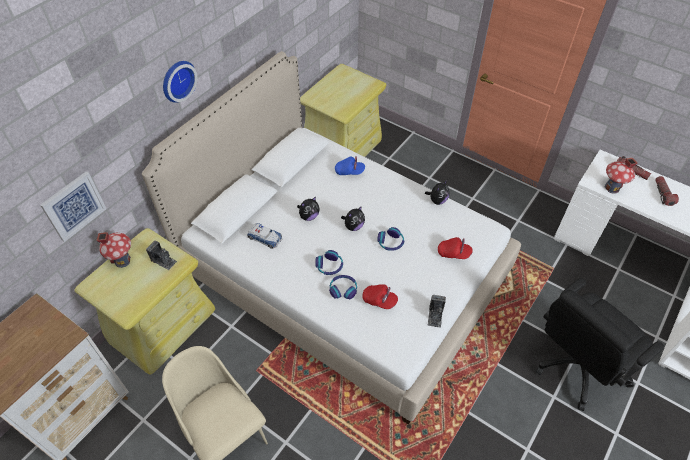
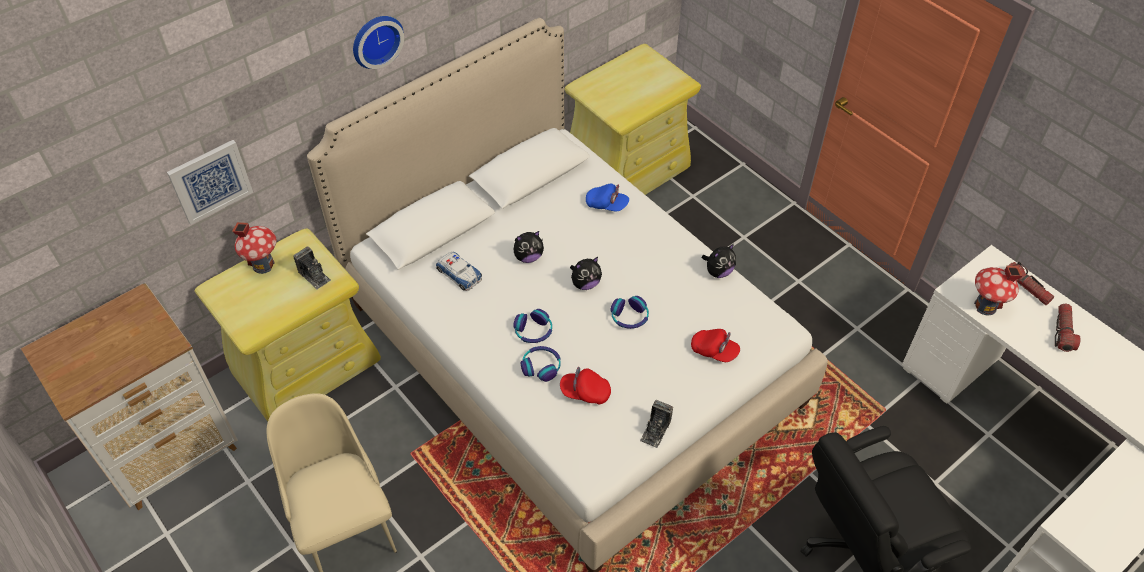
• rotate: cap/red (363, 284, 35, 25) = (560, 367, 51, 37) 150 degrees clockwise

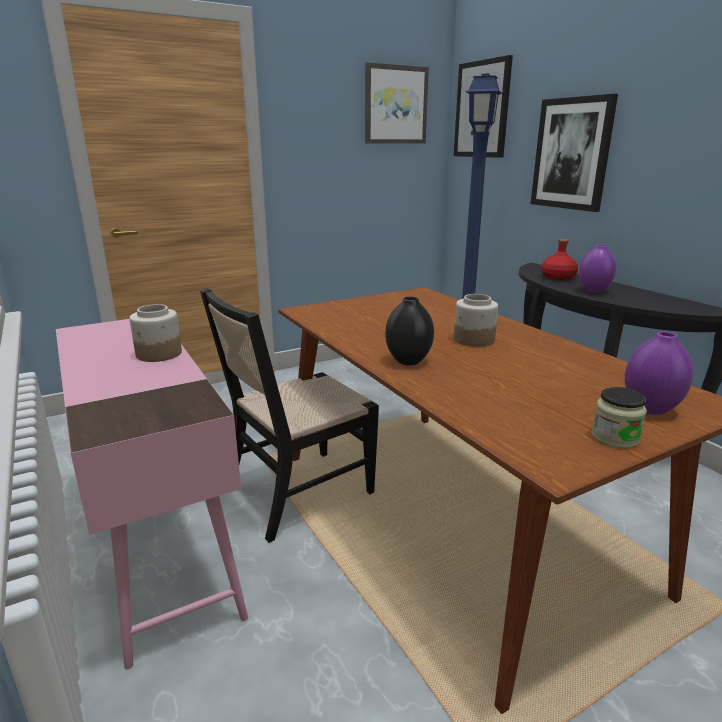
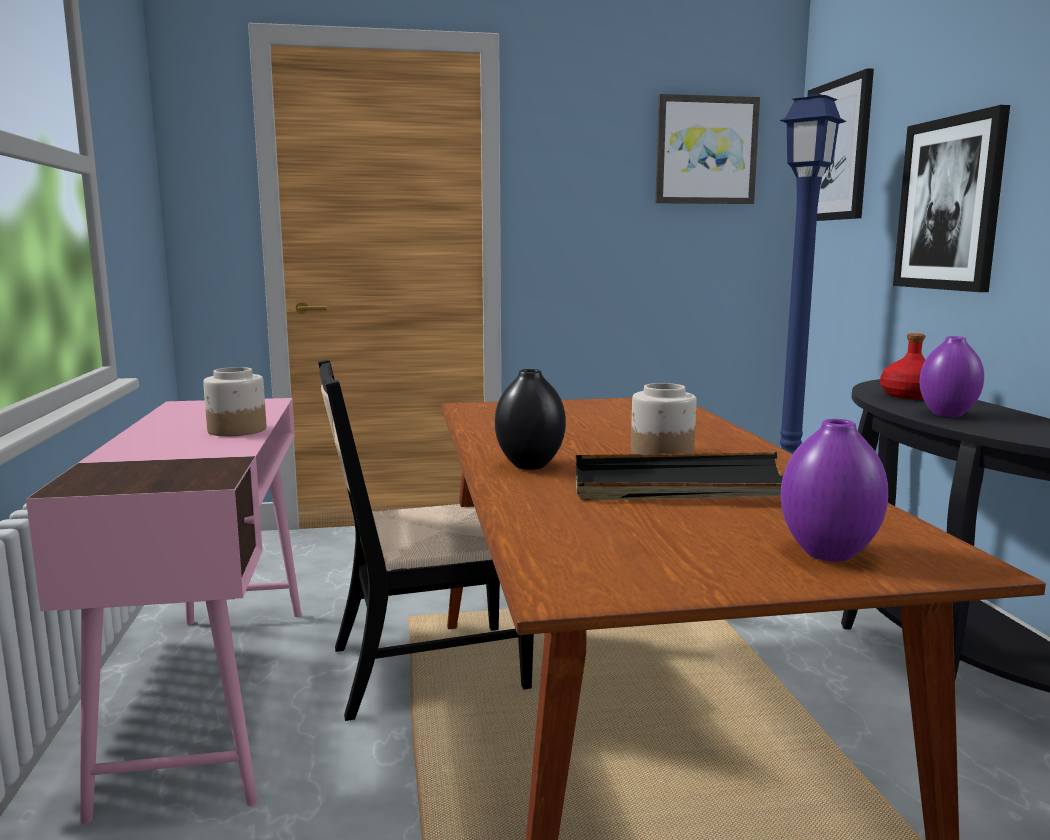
• insert: tray/black (575, 452, 208, 49)
• delete: jar (592, 387, 55, 62)

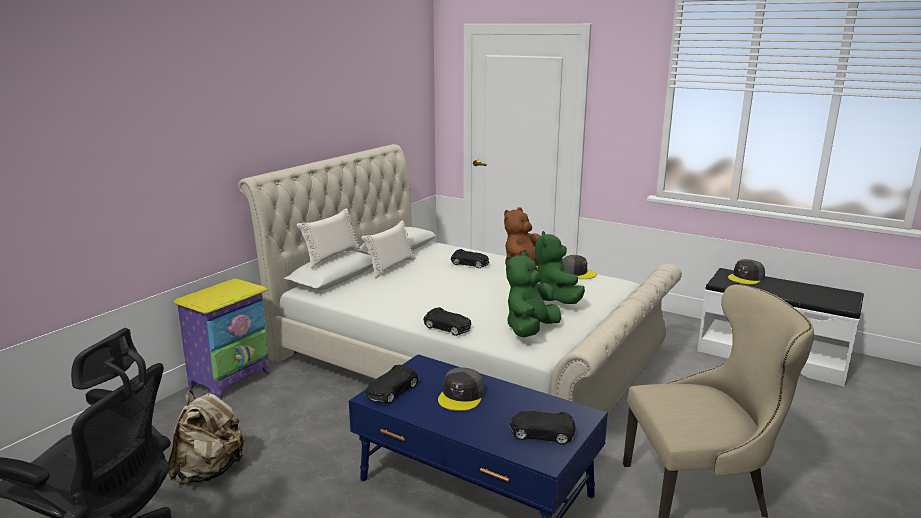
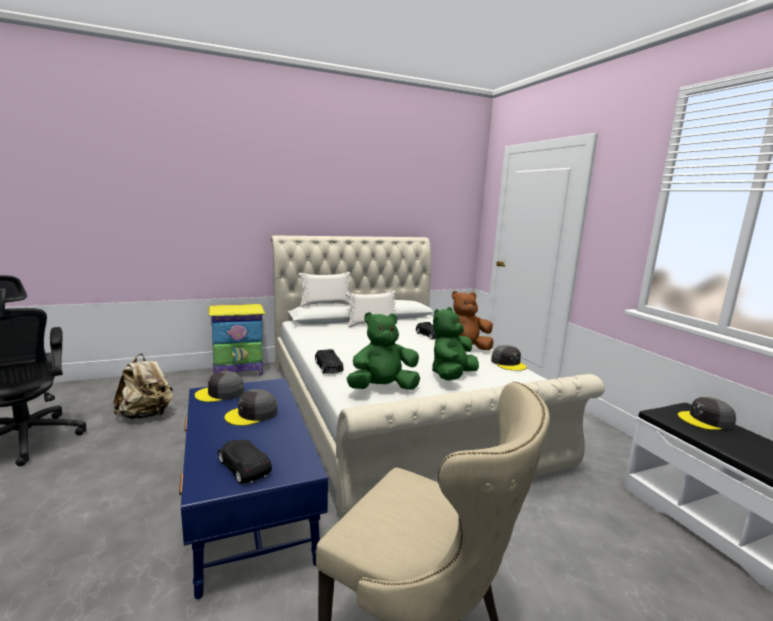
• replace: toy car/black (366, 365, 52, 39) to cap/grey (195, 371, 49, 31)

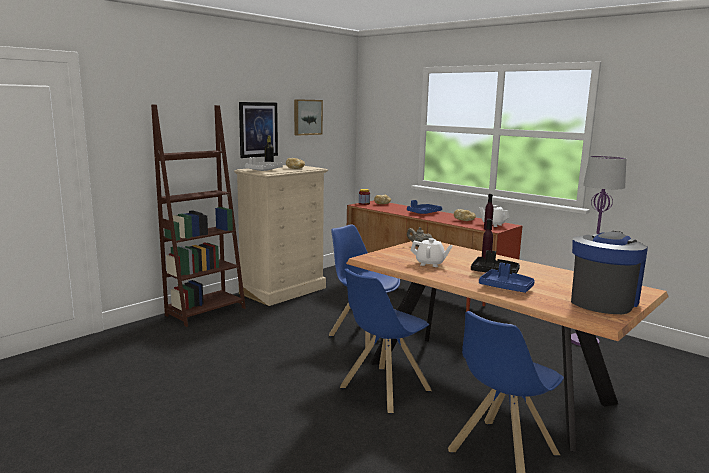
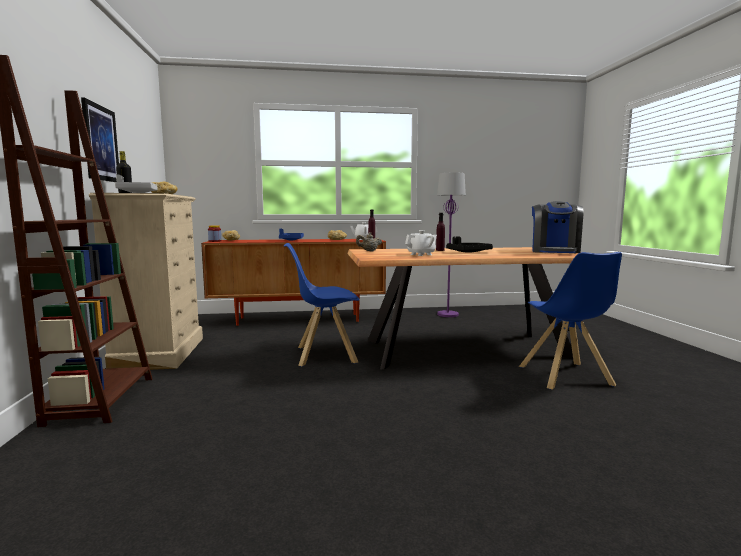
• rotate: coffee machine (571, 231, 77, 83) = (532, 201, 51, 52) 150 degrees counterclockwise
• delete: picture (294, 99, 29, 37)
• delete: chair/blue (340, 269, 92, 144)
• delete: tray/blue (479, 263, 56, 30)

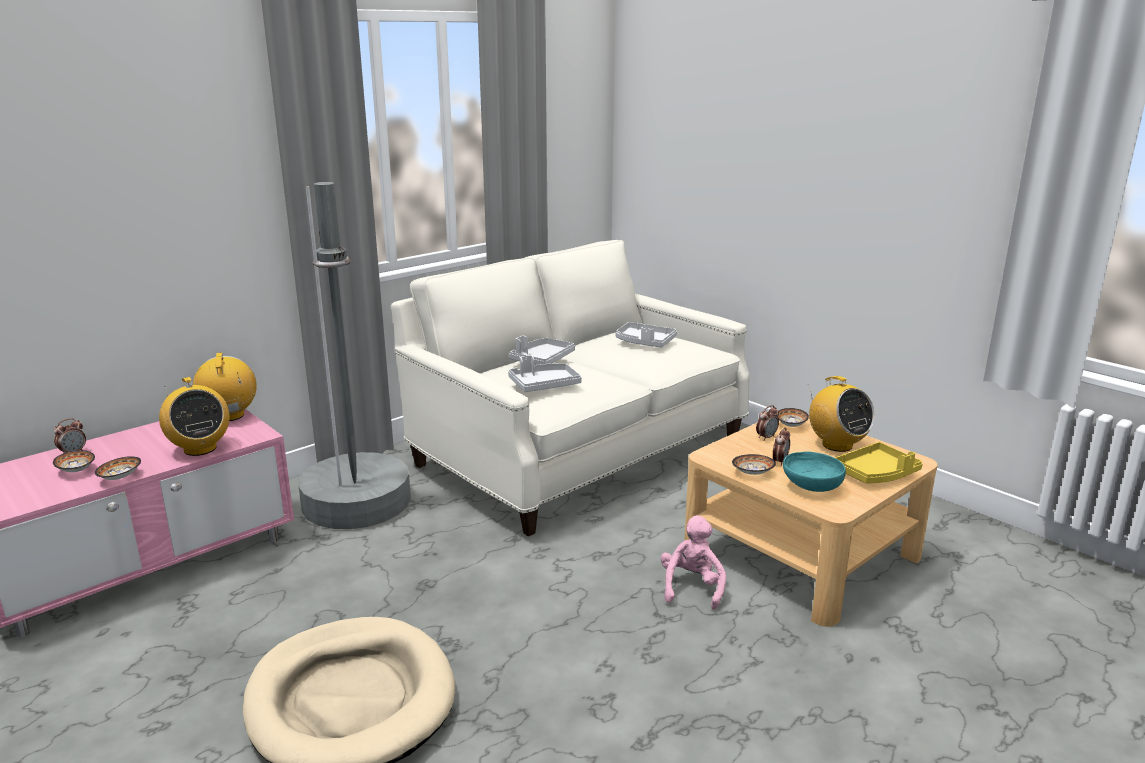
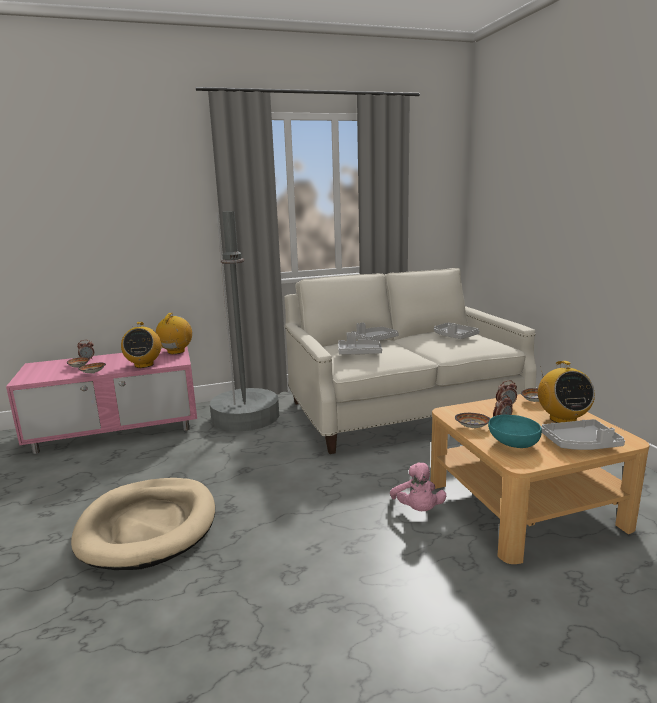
• rotate: plush toy/pink (661, 515, 65, 95) = (390, 463, 56, 48) 135 degrees clockwise
• recolor: tray/yellow (835, 442, 88, 41) to tray/grey (541, 419, 84, 31)

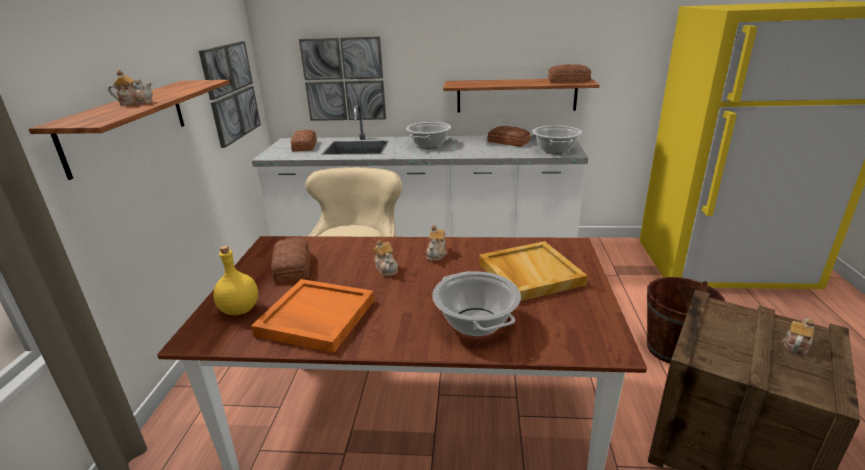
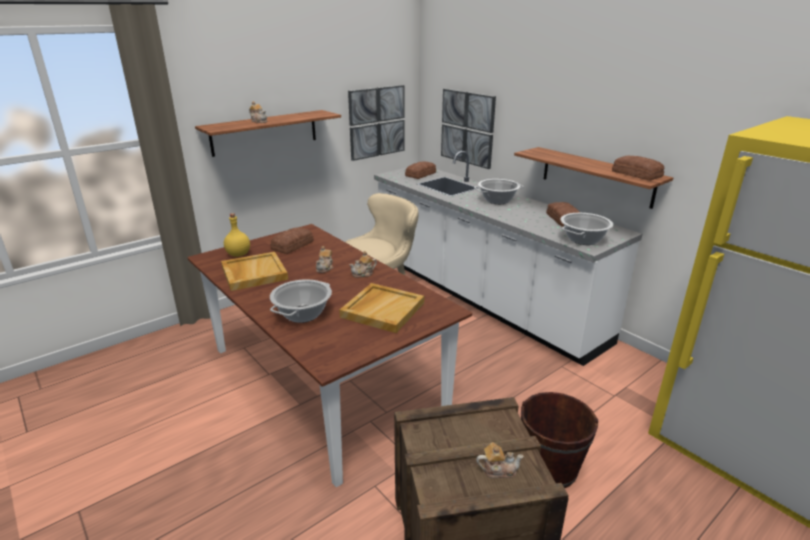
• recolor: tray/orange (251, 279, 124, 74) to tray/beige (221, 252, 67, 39)

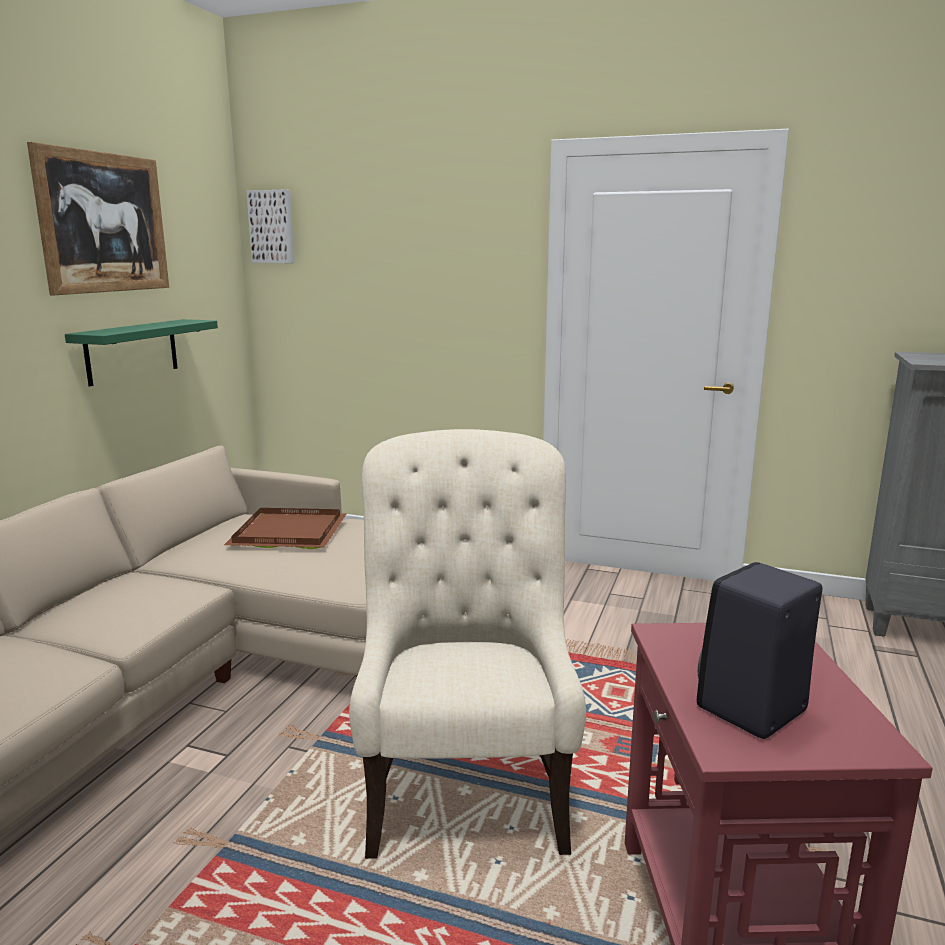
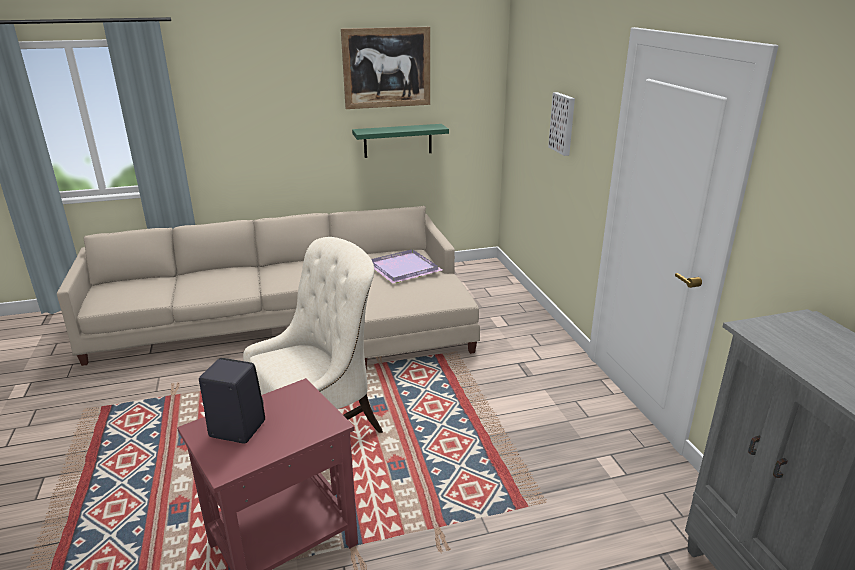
• recolor: tray/brown (224, 508, 123, 41) to tray/purple (371, 249, 71, 35)
• move: picture (246, 189, 49, 74) to (548, 92, 27, 64)

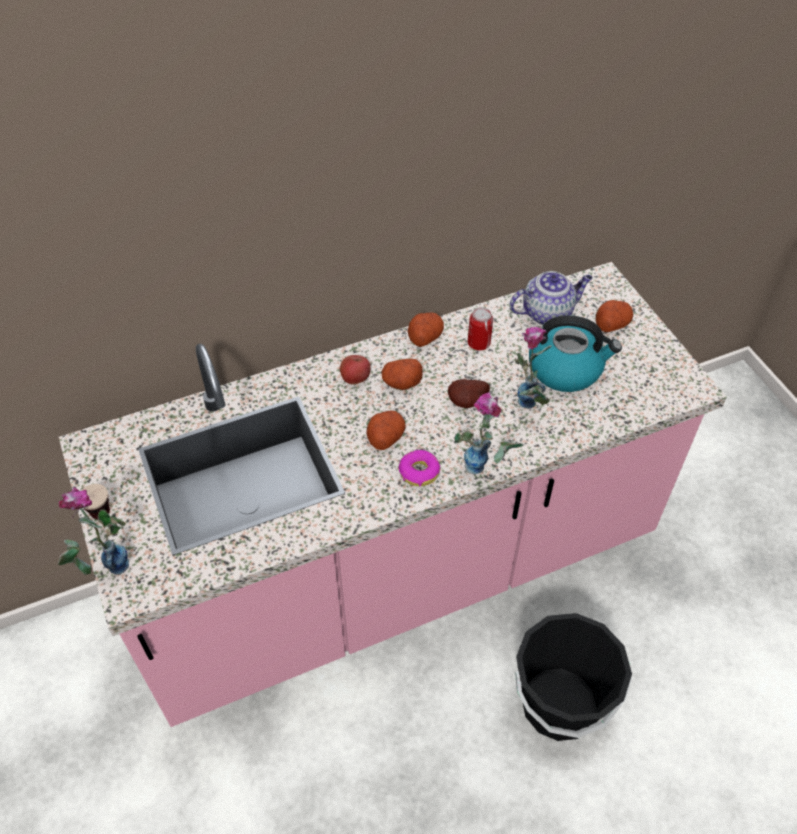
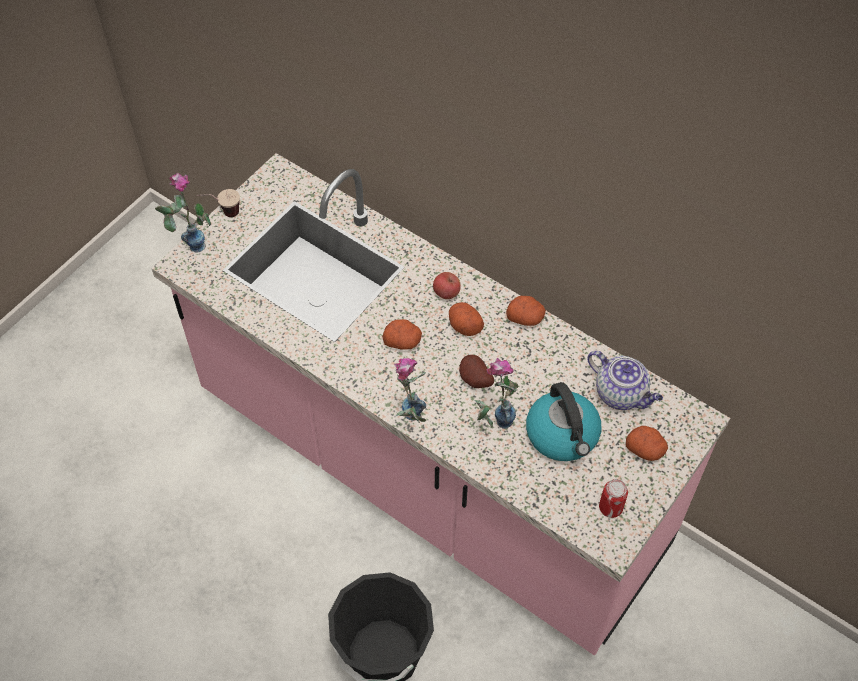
• move: can (468, 307, 25, 43) to (599, 479, 29, 39)
• delete: donut (398, 450, 42, 36)

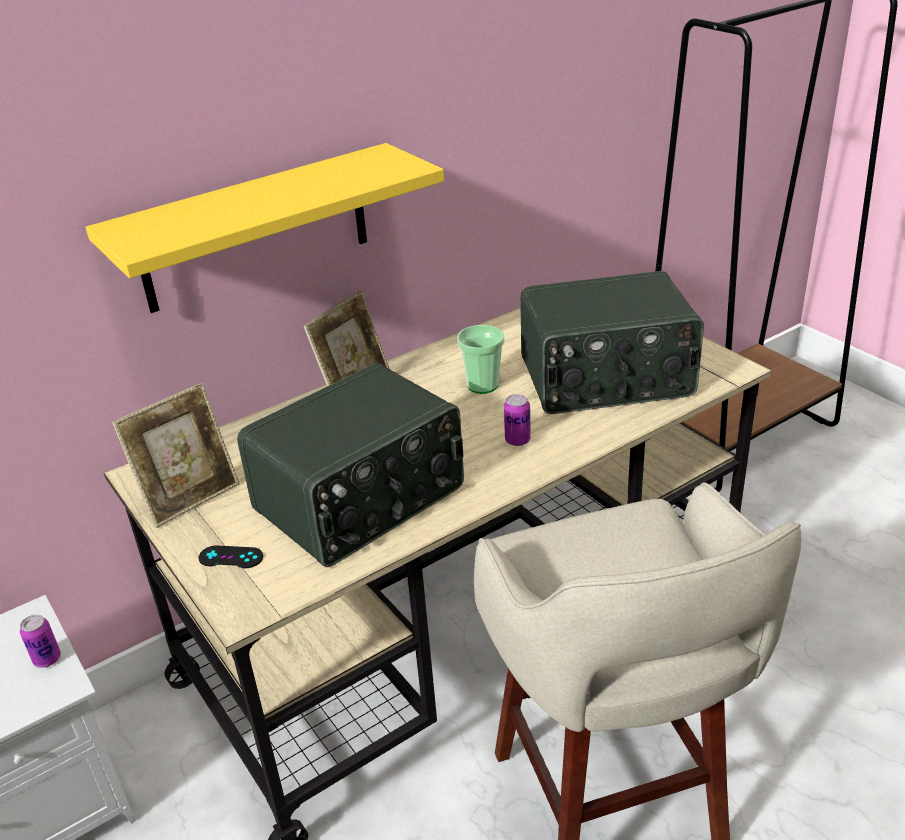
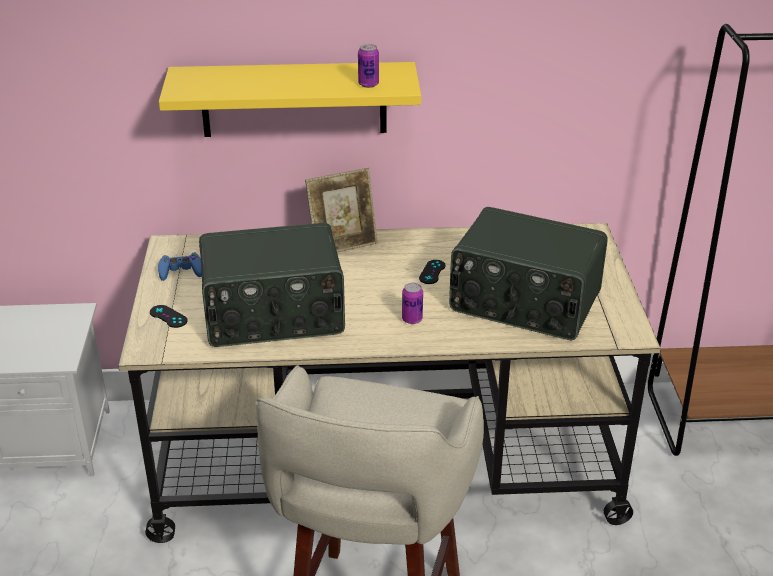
• replace: picture frame (112, 383, 128, 145) to game controller/blue (158, 253, 44, 28)
• move: can (20, 614, 41, 54) to (358, 44, 21, 44)
• replace: cup (457, 325, 47, 69) to game controller/black (419, 260, 27, 24)

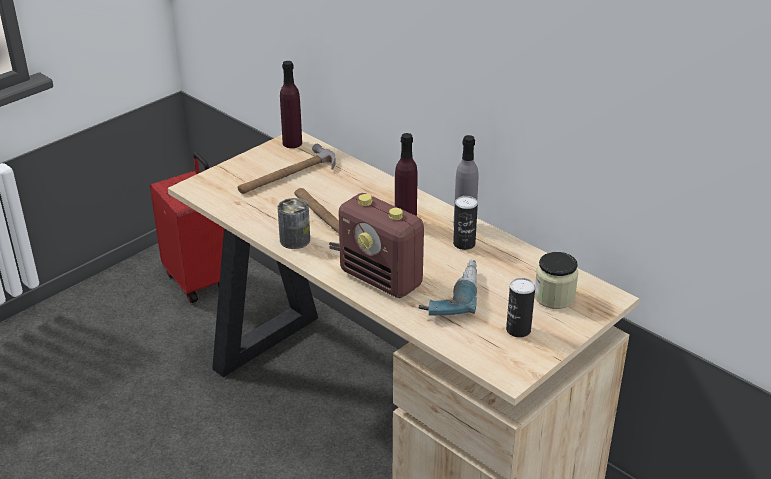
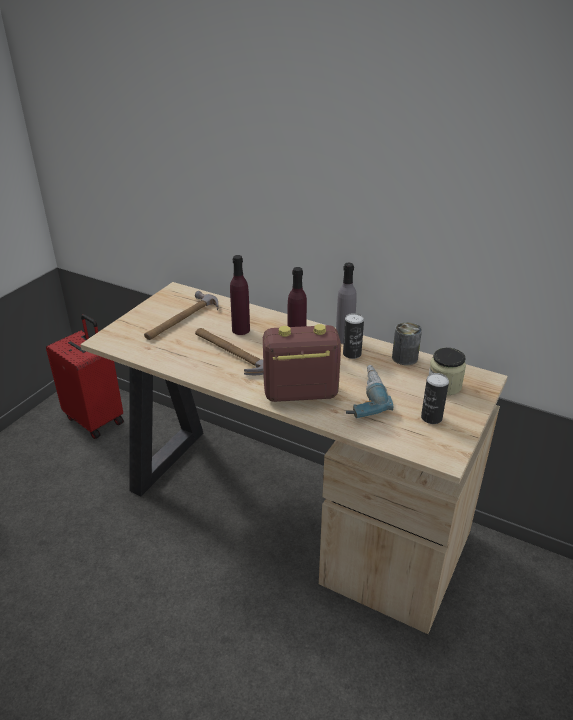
• move: bottle/purple (280, 61, 22, 87) to (230, 255, 20, 80)
• rotate: radio (338, 193, 87, 105) = (263, 324, 78, 78) 150 degrees clockwise
• move: can (277, 198, 33, 51) to (392, 322, 30, 43)

